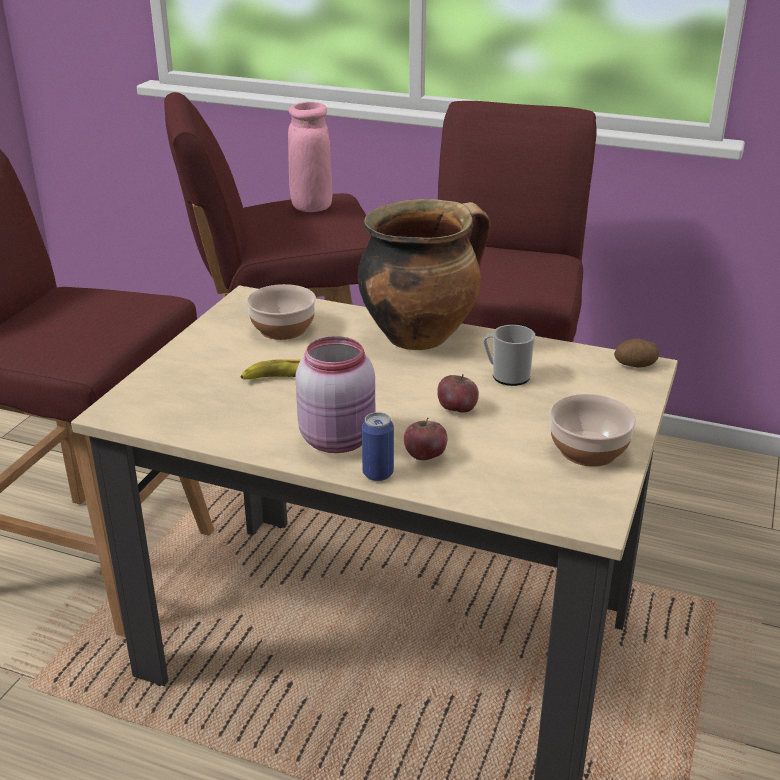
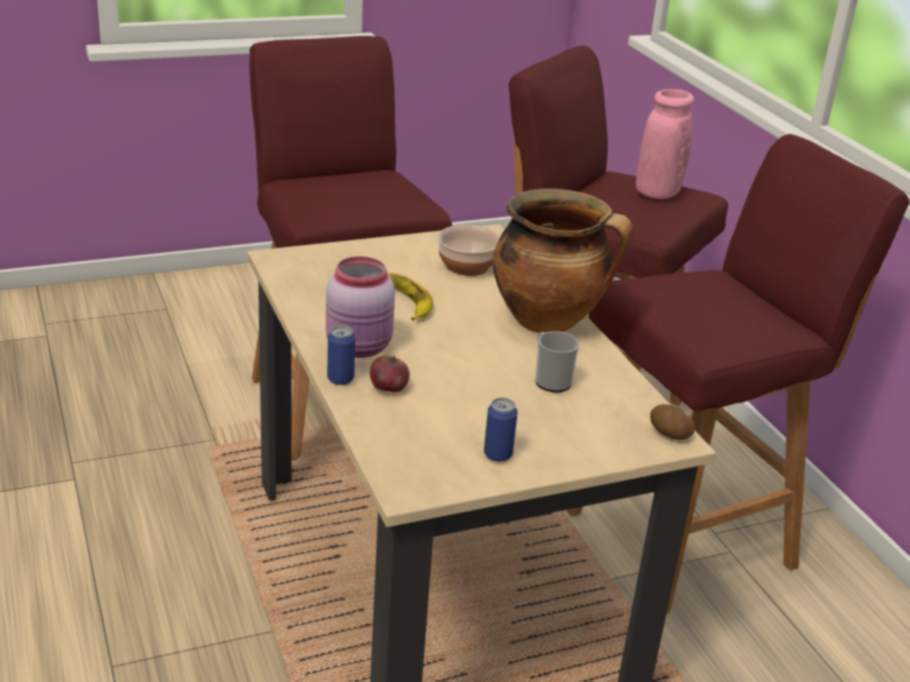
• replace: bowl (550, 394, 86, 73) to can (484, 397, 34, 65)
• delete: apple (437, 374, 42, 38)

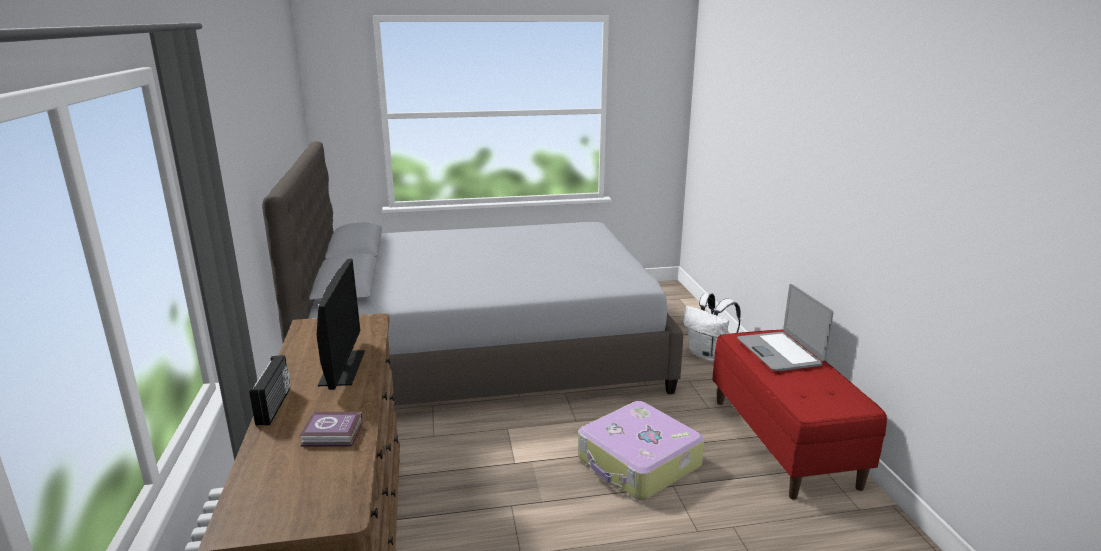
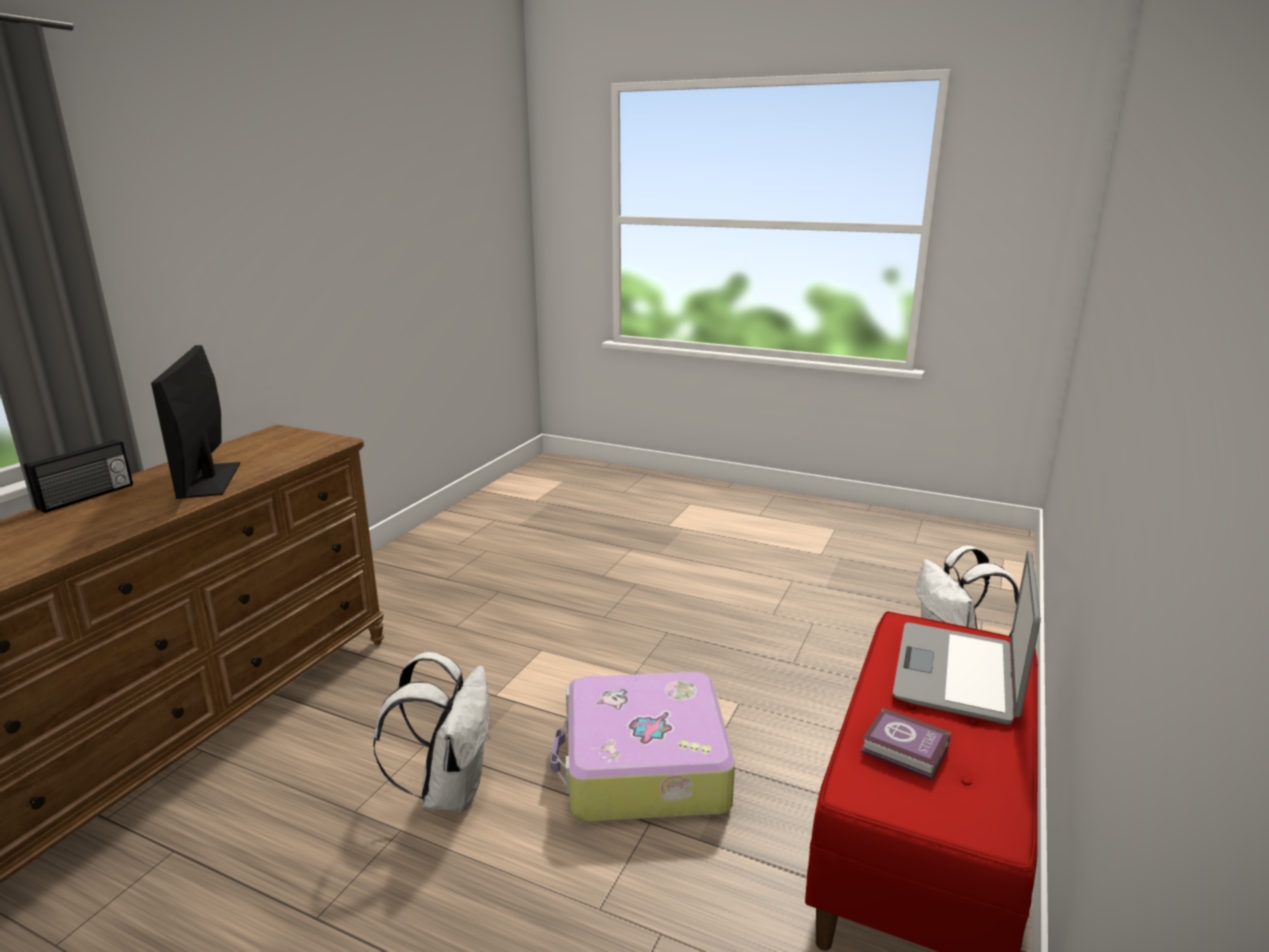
• rotate: monitor (317, 259, 48, 131) = (151, 345, 89, 154) 135 degrees clockwise
• insert: backpack/white (373, 652, 117, 160)
• move: book (299, 412, 64, 35) to (861, 707, 90, 73)
• delete: bed/grey (262, 141, 421, 265)

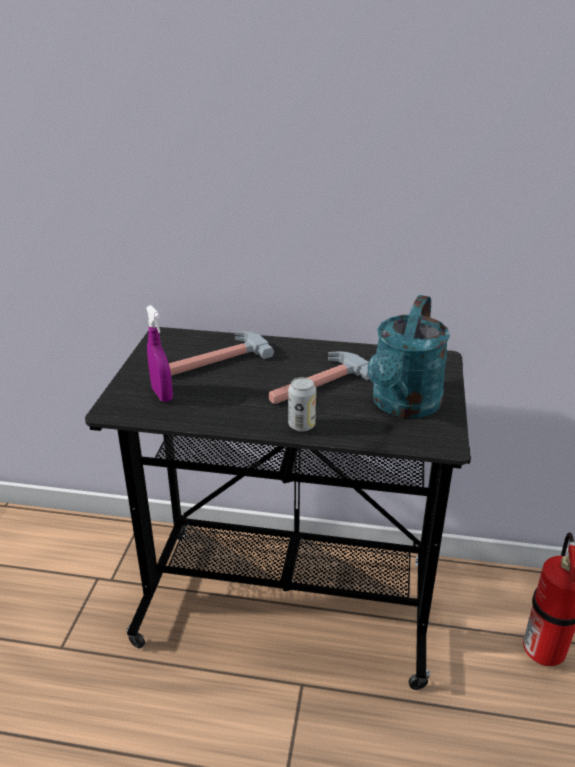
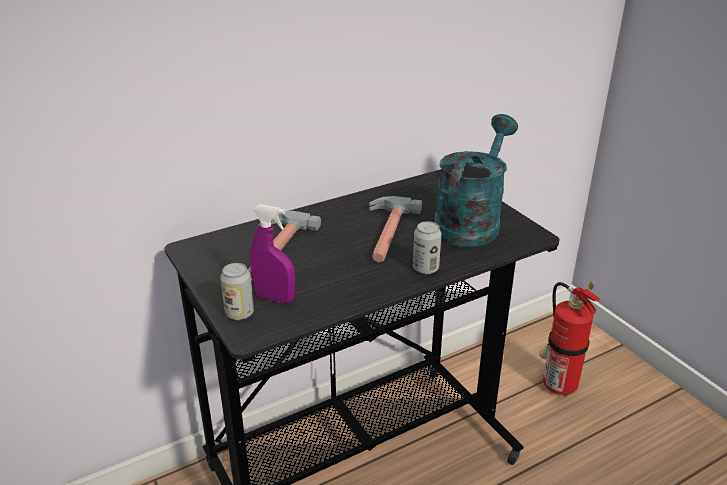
• insert: can (220, 263, 34, 57)
• rotate: watering can/turquoise (368, 295, 82, 123) = (434, 114, 84, 133) 135 degrees counterclockwise

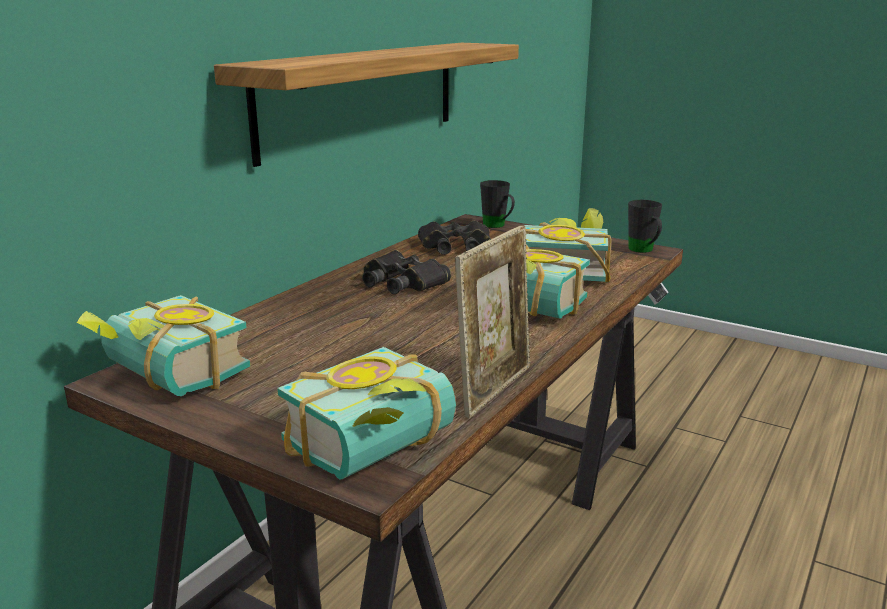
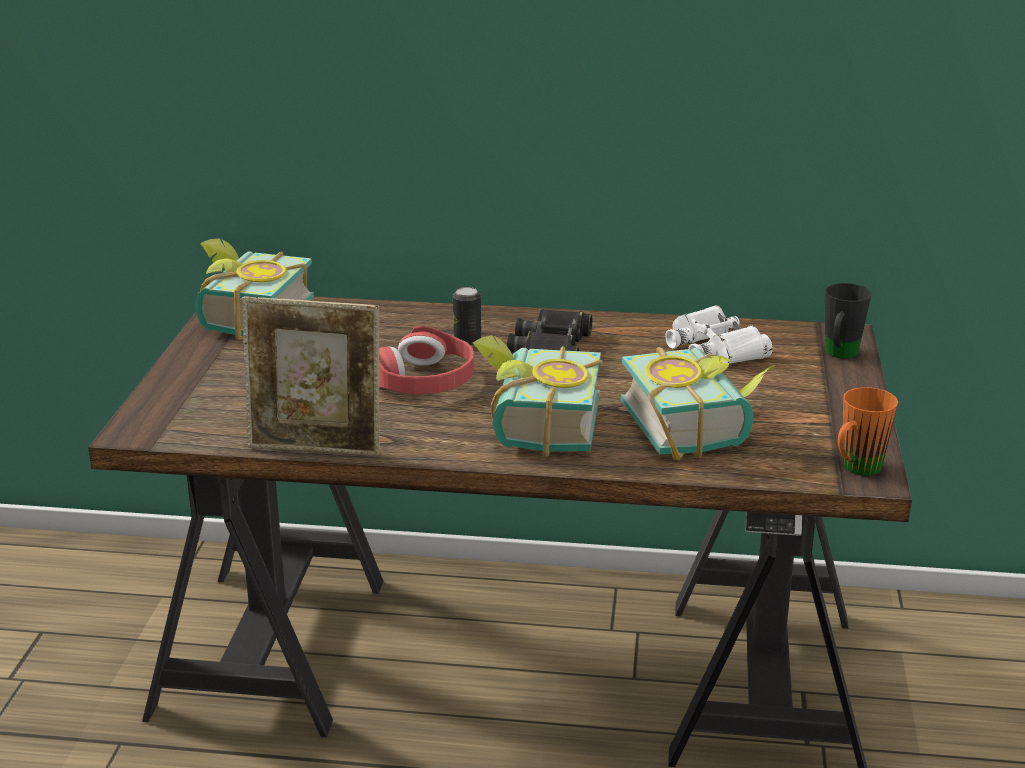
• insert: headphones/red (379, 326, 95, 69)
• insert: can (453, 287, 28, 59)
• recolor: binoculars/black (418, 221, 73, 34) to binoculars/white (665, 305, 108, 59)
• recolor: mug/black (628, 200, 34, 53) to mug/orange (838, 387, 60, 89)
• delete: shelf (214, 43, 305, 124)
• delete: book (277, 347, 179, 132)

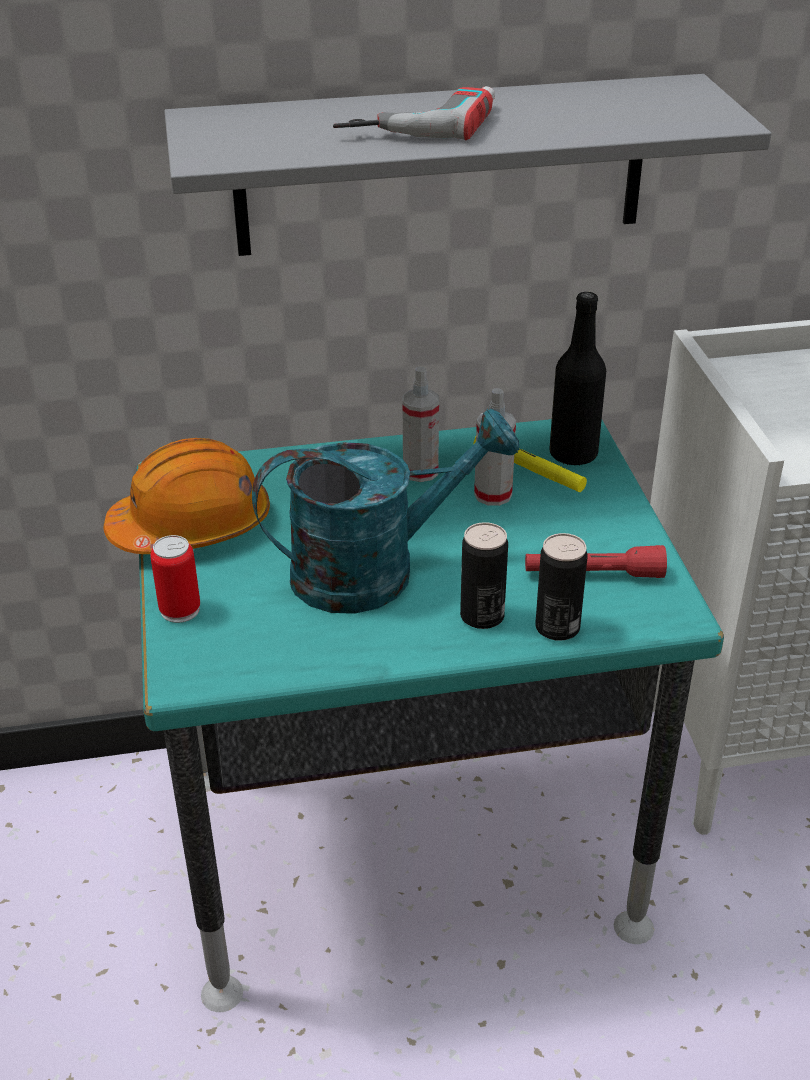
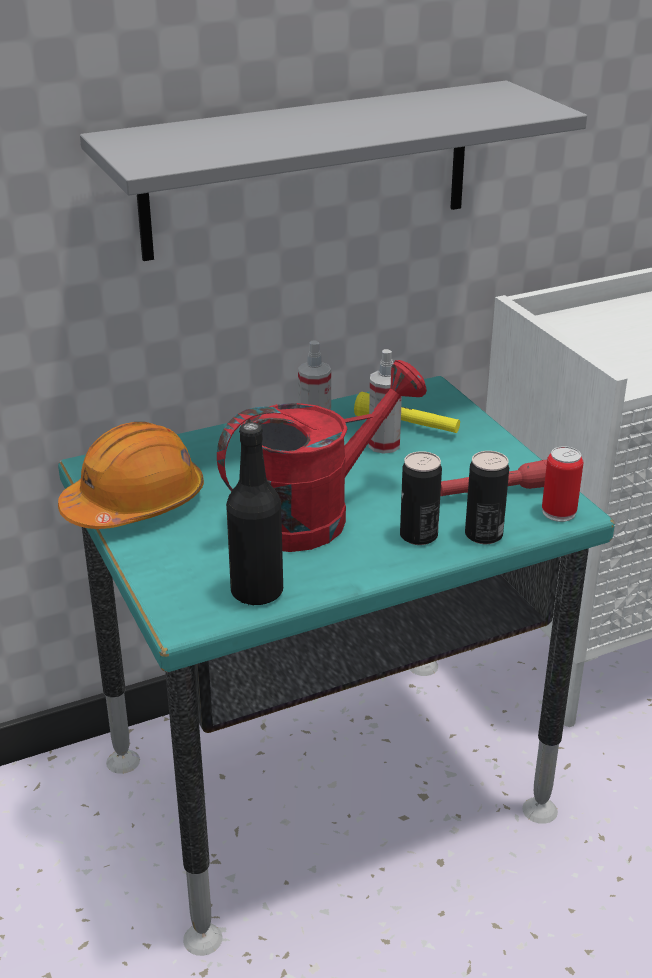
• recolor: watering can/turquoise (252, 409, 268, 205) to watering can/red (217, 360, 210, 192)
• move: bottle/black (549, 292, 57, 174) to (226, 422, 57, 183)
• move: can (150, 535, 50, 88) to (542, 446, 41, 76)
• delete: power drill (333, 86, 162, 54)

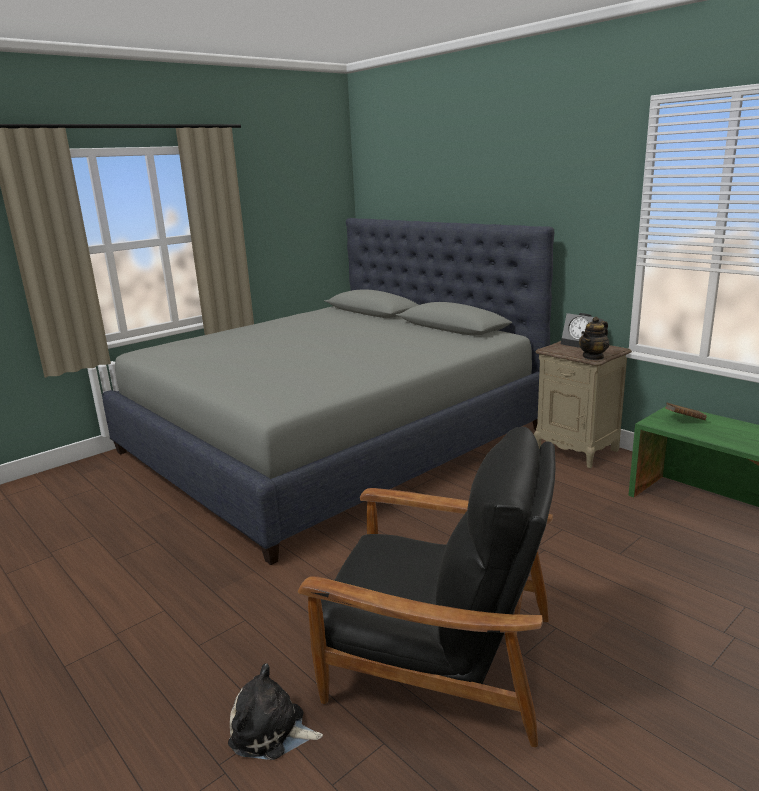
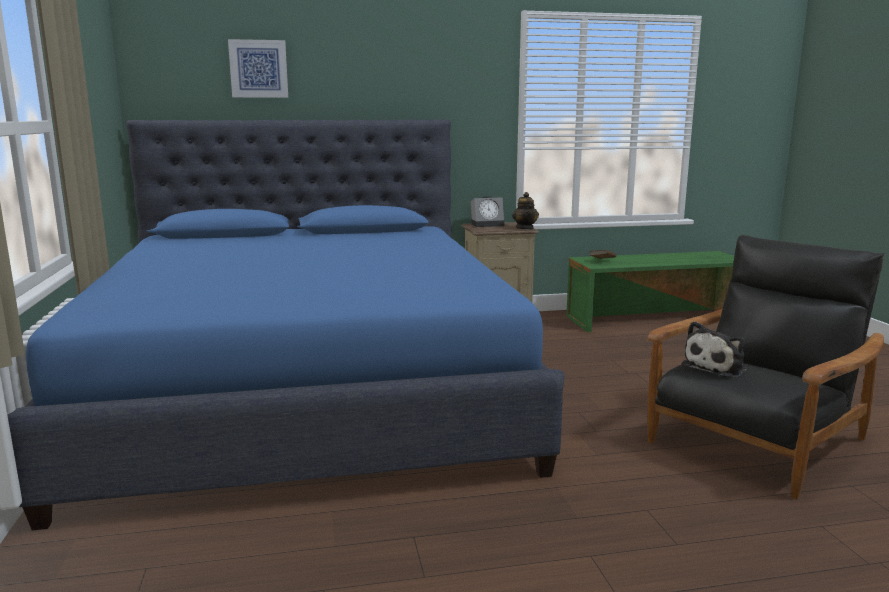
• recolor: bed/grey (102, 218, 452, 347) to bed/blue (7, 119, 558, 411)
• insert: picture (228, 39, 60, 59)
• move: plush toy (228, 664, 95, 96) to (681, 321, 66, 56)

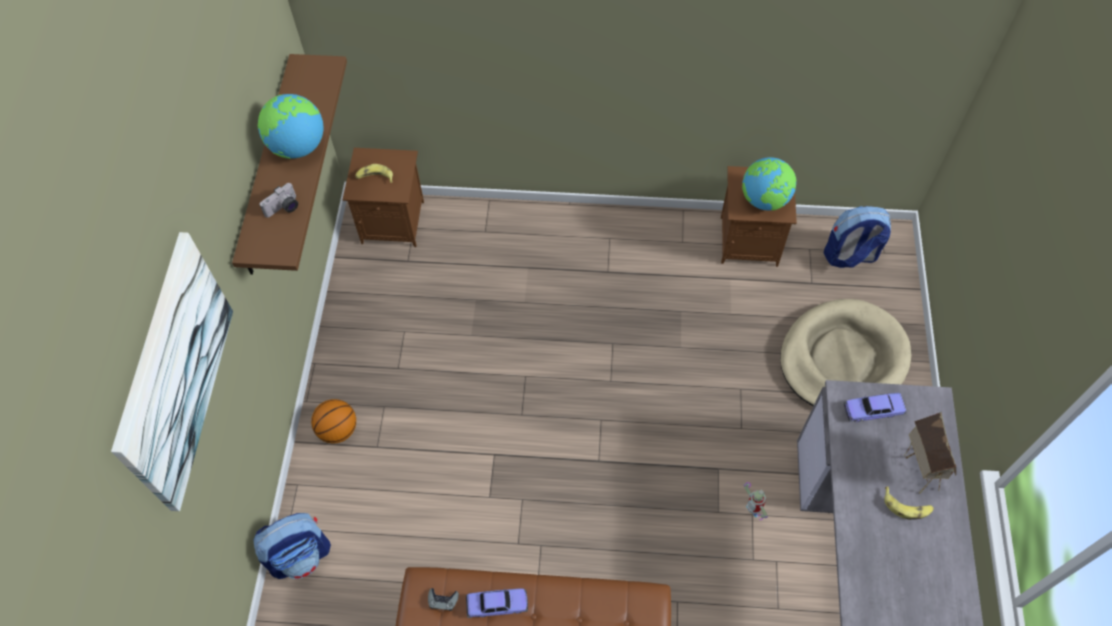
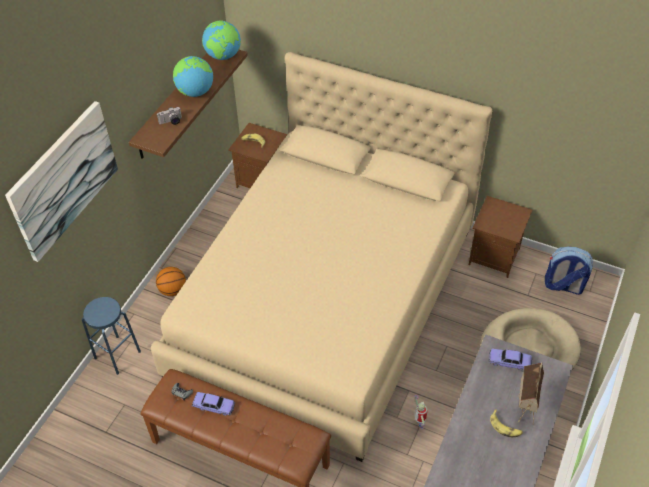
• replace: backpack (253, 513, 78, 66) to stool/blue (82, 297, 59, 78)
• insert: bed/beige (151, 52, 341, 410)
• move: globe (742, 157, 54, 54) to (202, 21, 39, 39)

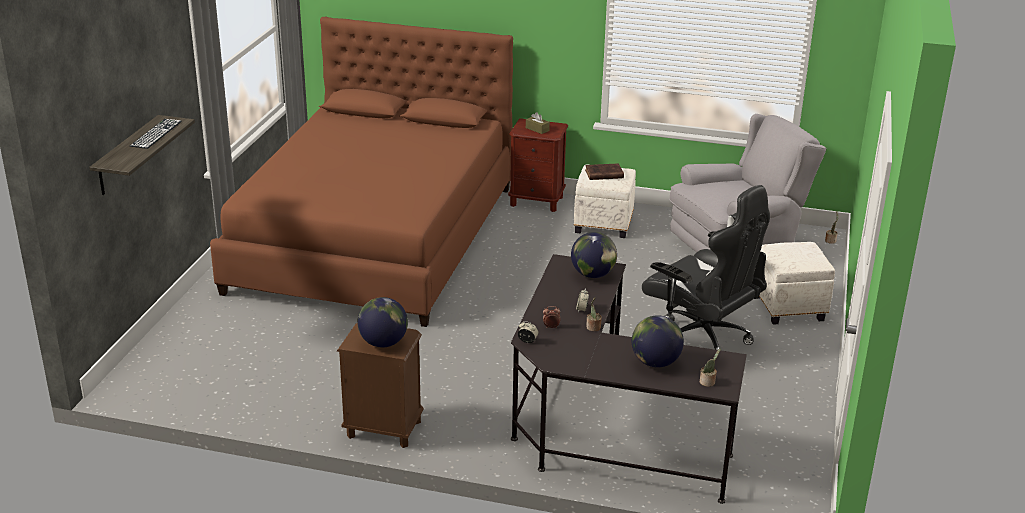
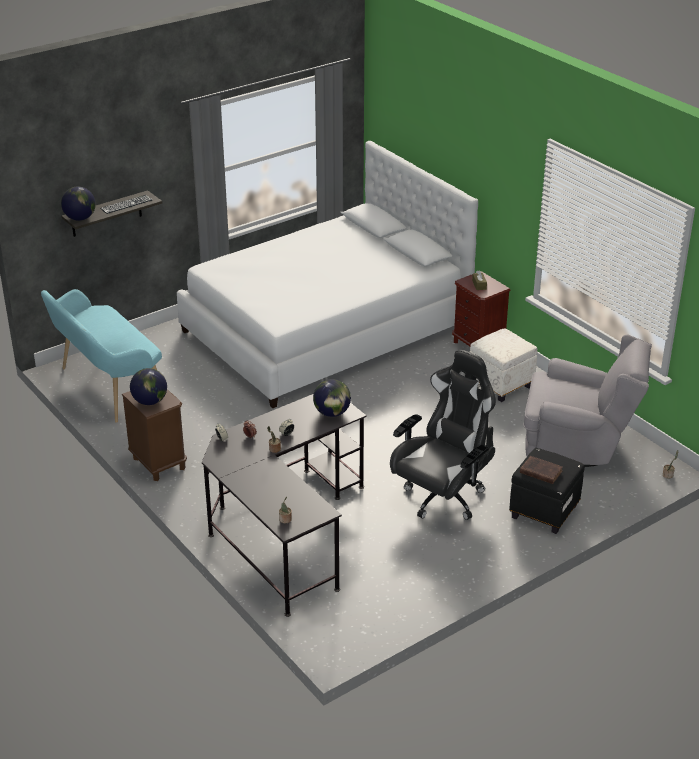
• insert: bench/turquoise (41, 289, 121, 134)
• move: globe (632, 315, 52, 52) to (61, 187, 35, 34)
• recolor: bed/brown (210, 17, 303, 310) to bed/white (177, 141, 301, 267)
• rotate: office chair/black (642, 185, 128, 165) = (390, 350, 106, 170) 135 degrees counterclockwise
• recolor: ottoman/white (757, 242, 78, 83) to ottoman/black (509, 448, 76, 86)
• move: book/brown (585, 163, 39, 17) to (520, 456, 43, 28)

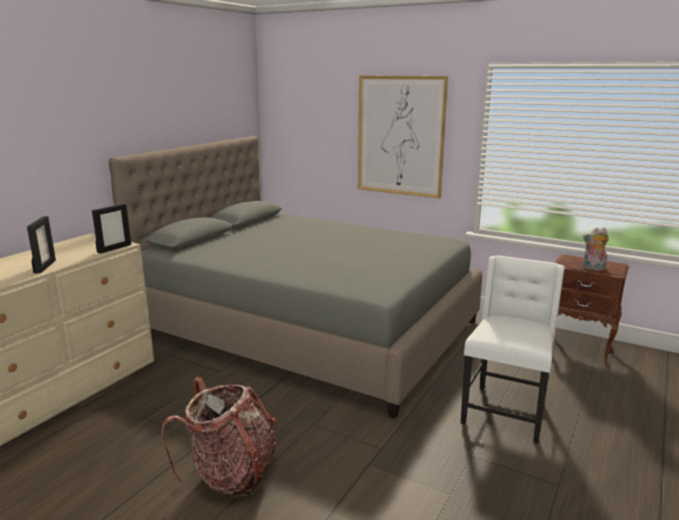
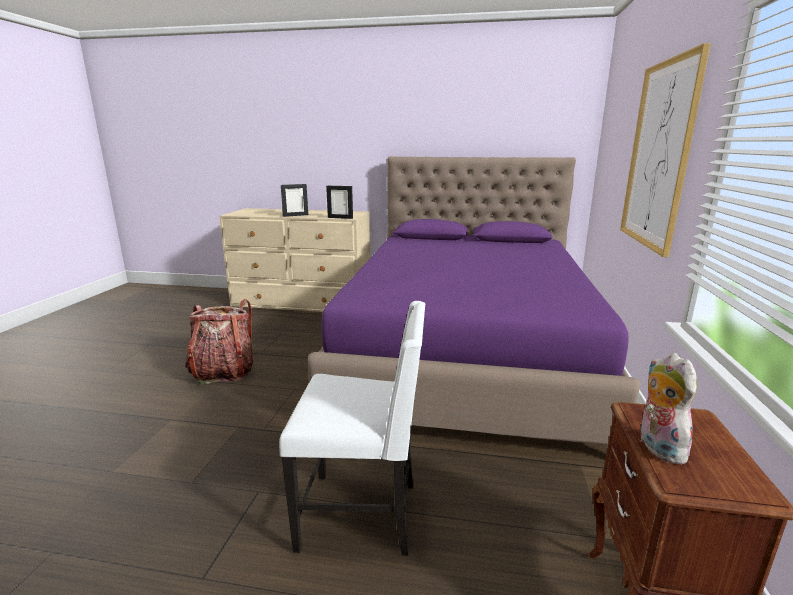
• recolor: bed/grey (109, 136, 373, 283) to bed/purple (308, 156, 333, 289)

